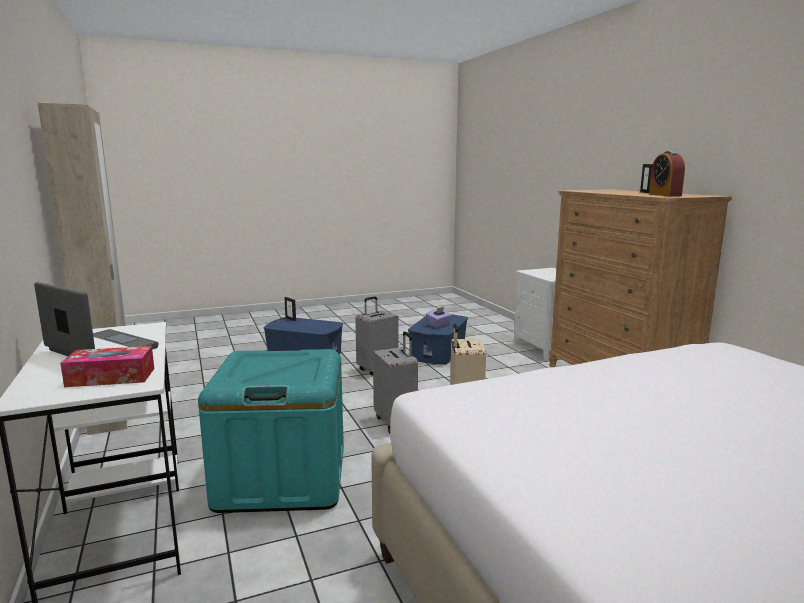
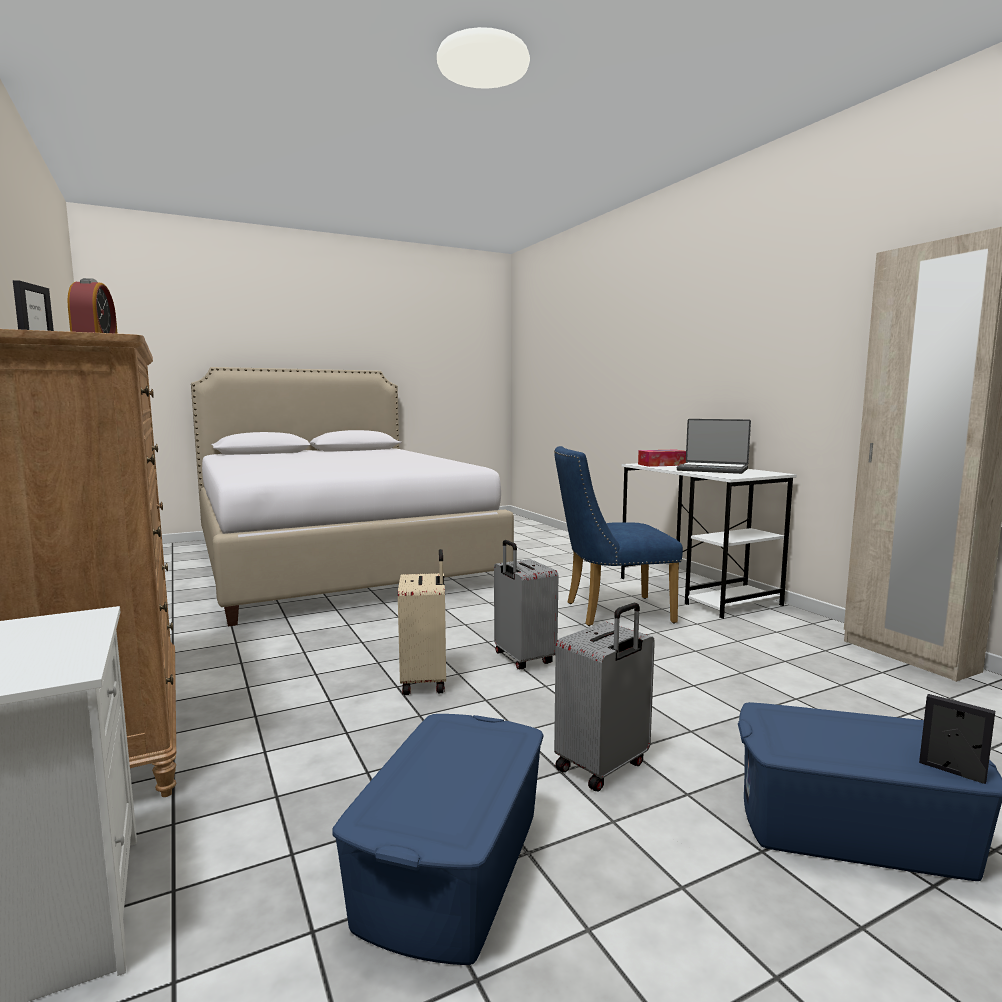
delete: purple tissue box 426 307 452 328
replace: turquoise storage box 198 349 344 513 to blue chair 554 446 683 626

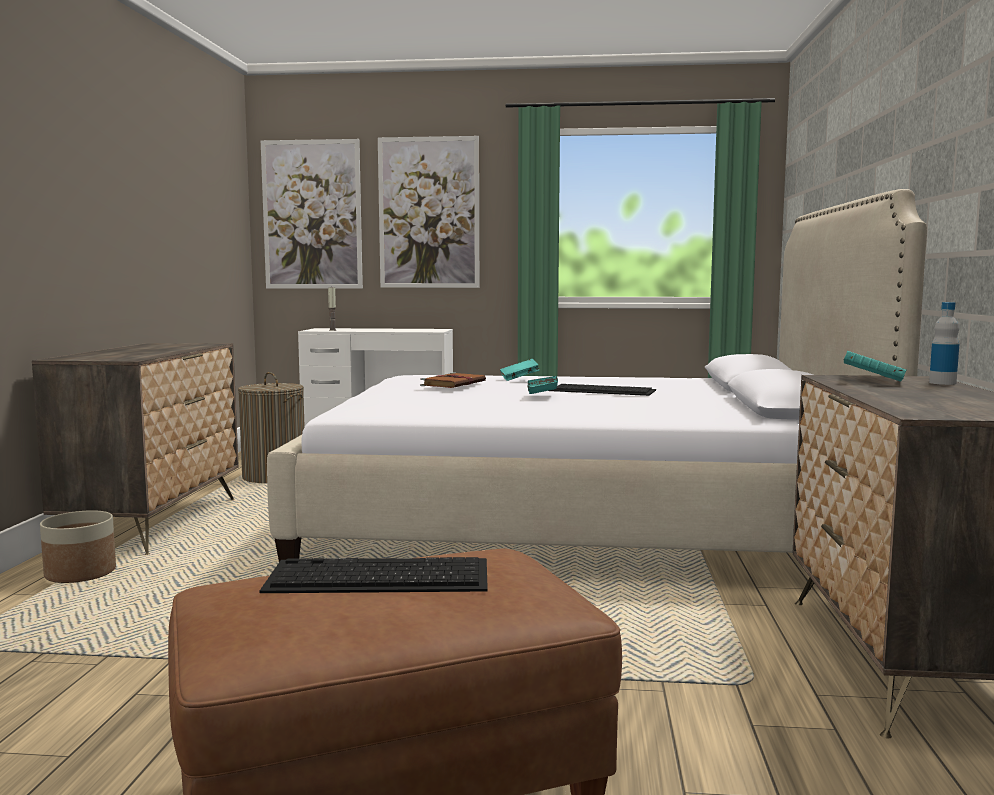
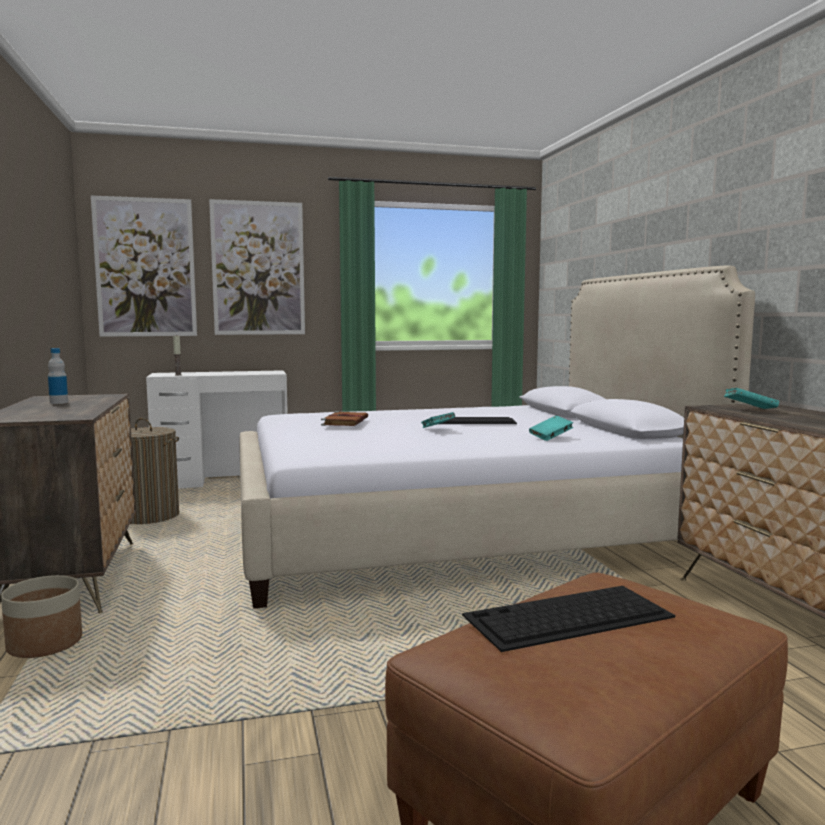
move: turquoise book 500 359 539 381 to 529 416 573 441; bottle 929 302 959 385 to 48 348 68 404

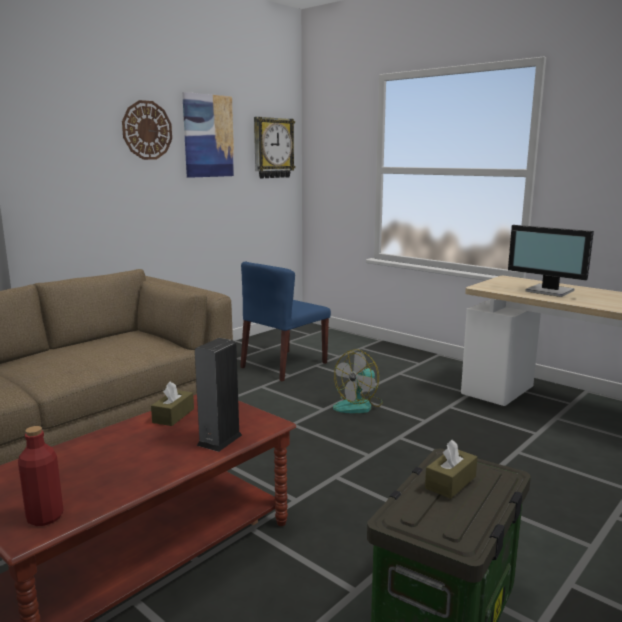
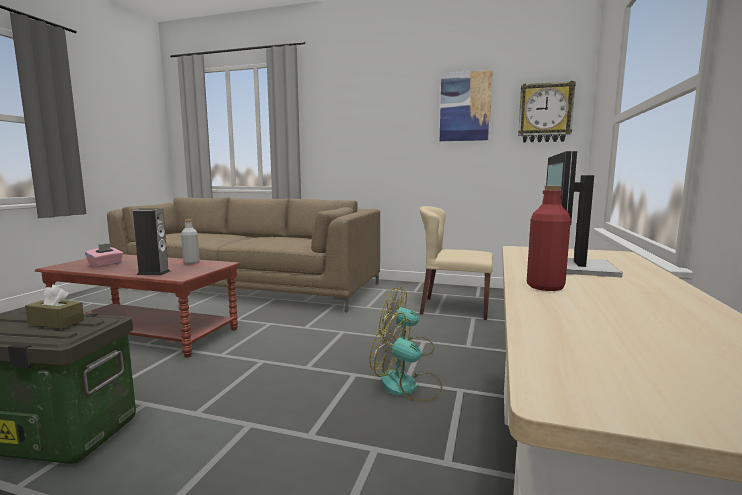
delete: wall clock 122 100 172 160
insert: pink tissue box 85 243 123 267; fan 370 313 442 401
move: red bottle 18 426 63 526 to 527 186 571 291
replace: brown tissue box 151 381 194 426 to grey bottle 181 220 200 264
recolor: blue chair 240 262 331 381 to beige chair 420 206 493 320

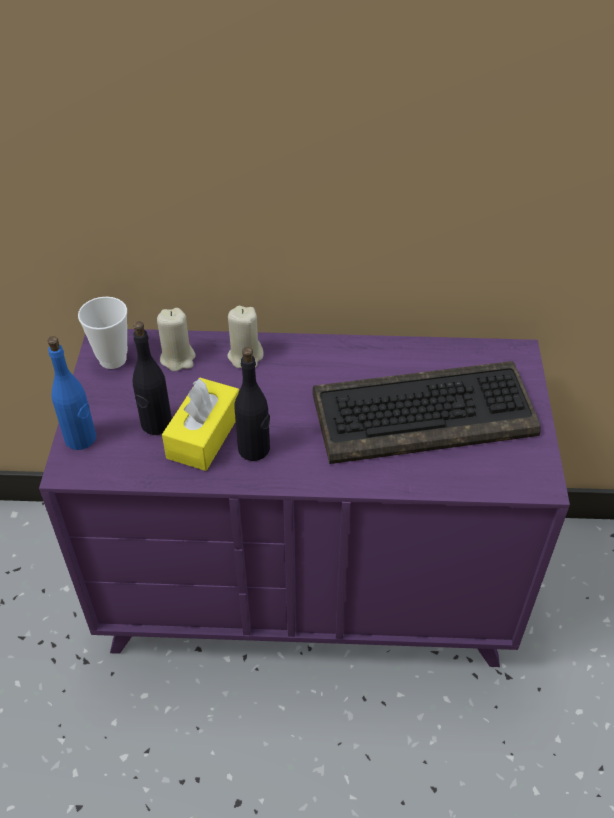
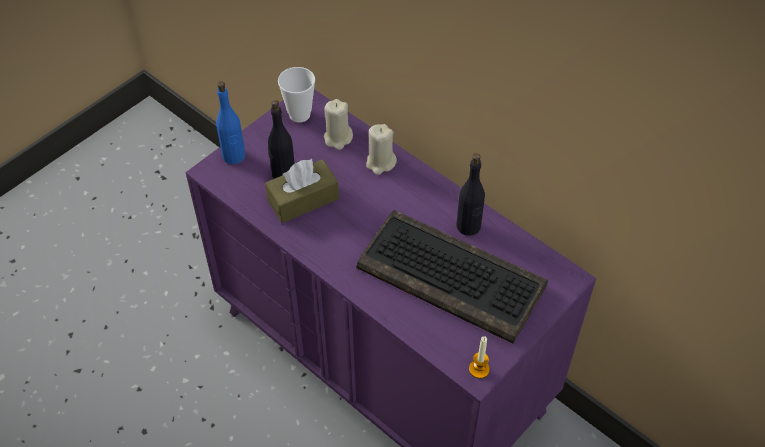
insert: candle 469 336 490 379
move: black bottle 234 347 270 461 to 456 153 485 236
recolor: yellow tissue box 162 378 239 471 to brown tissue box 265 159 339 223

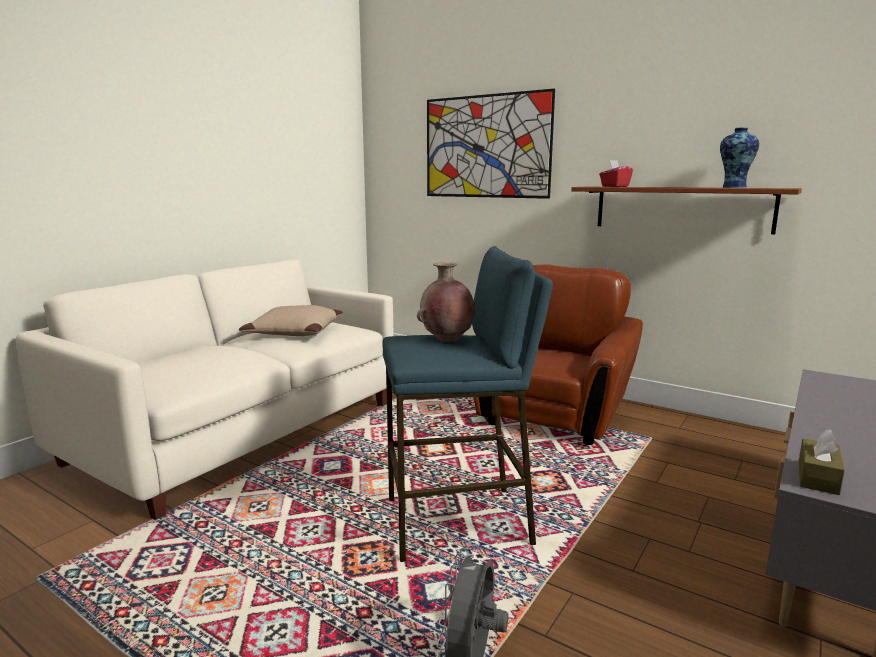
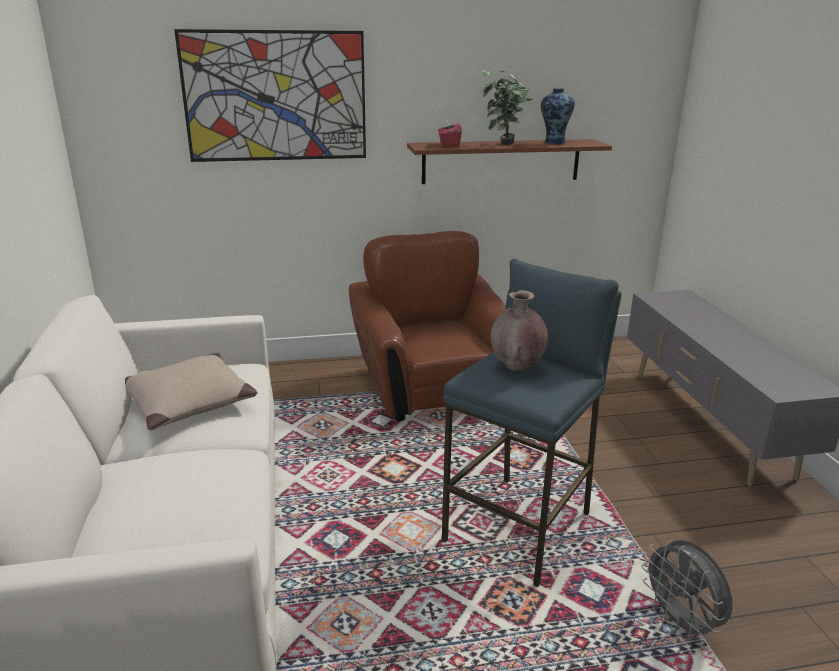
delete: brown tissue box 799 429 845 495
insert: potted plant 481 70 533 145

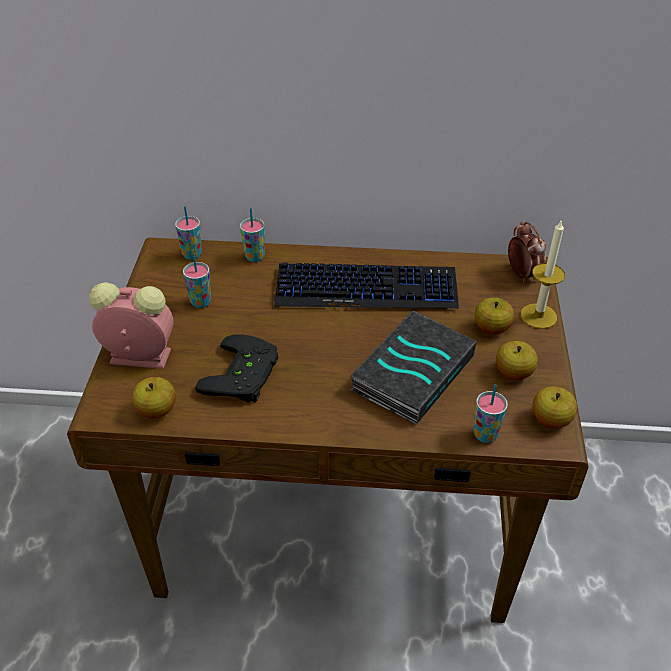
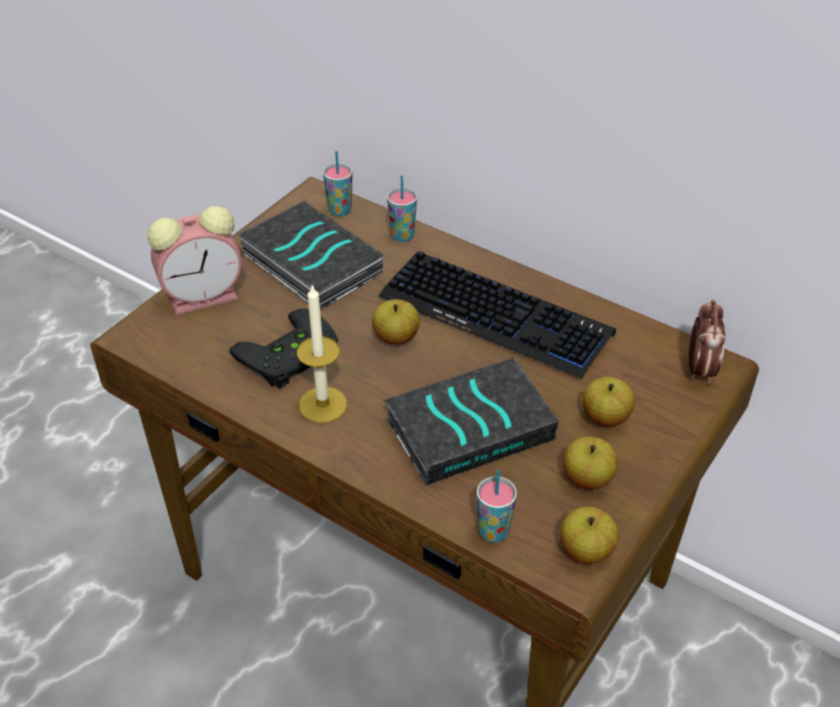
move: apple 132 377 176 418 to 372 299 420 345; candle 521 219 565 329 to 297 285 347 423
replace: cup 183 253 211 308 to book 238 201 383 310
rotate: alarm clock 89 282 174 369 = 148 206 242 315 120 degrees clockwise

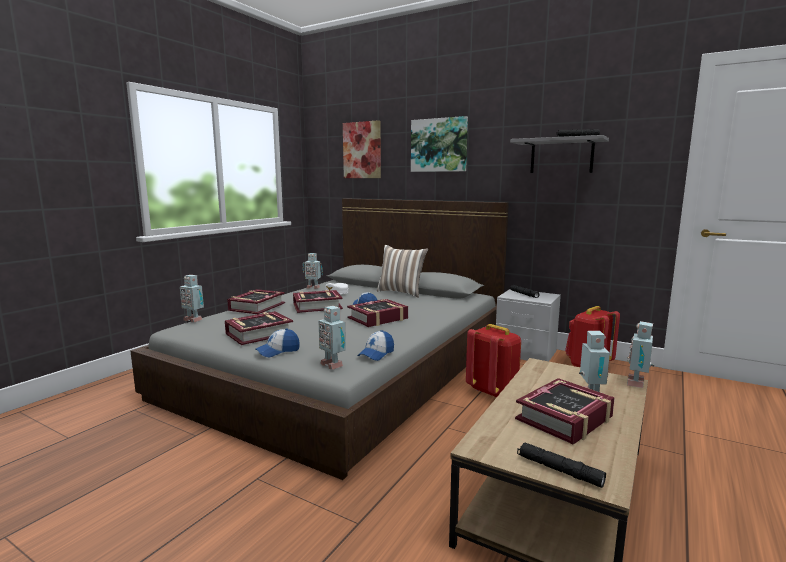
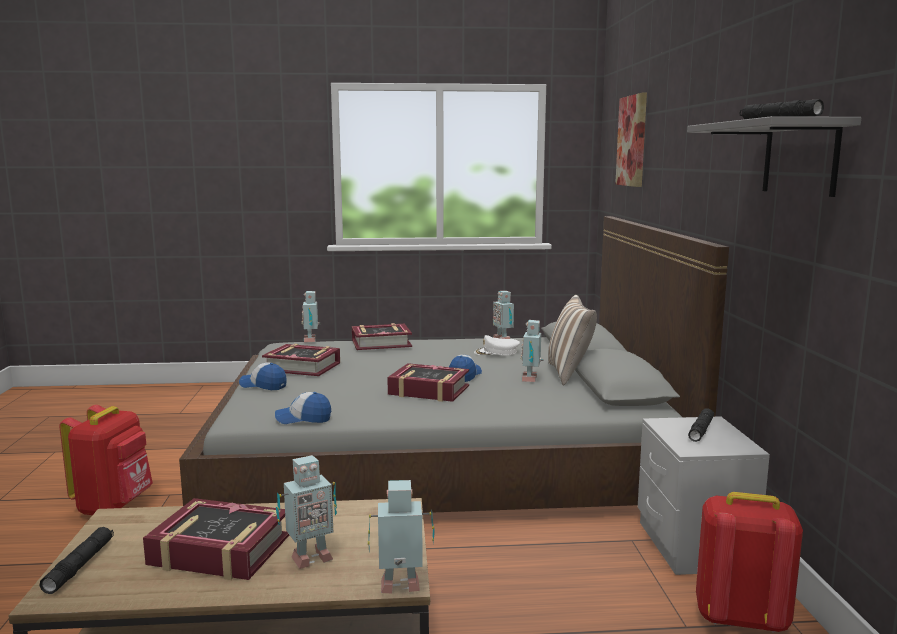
delete: book 293 290 343 313; picture 411 116 468 172
move: toy robot 318 306 346 370 to 520 320 544 382; red backpack 466 324 521 397 to 59 405 153 515

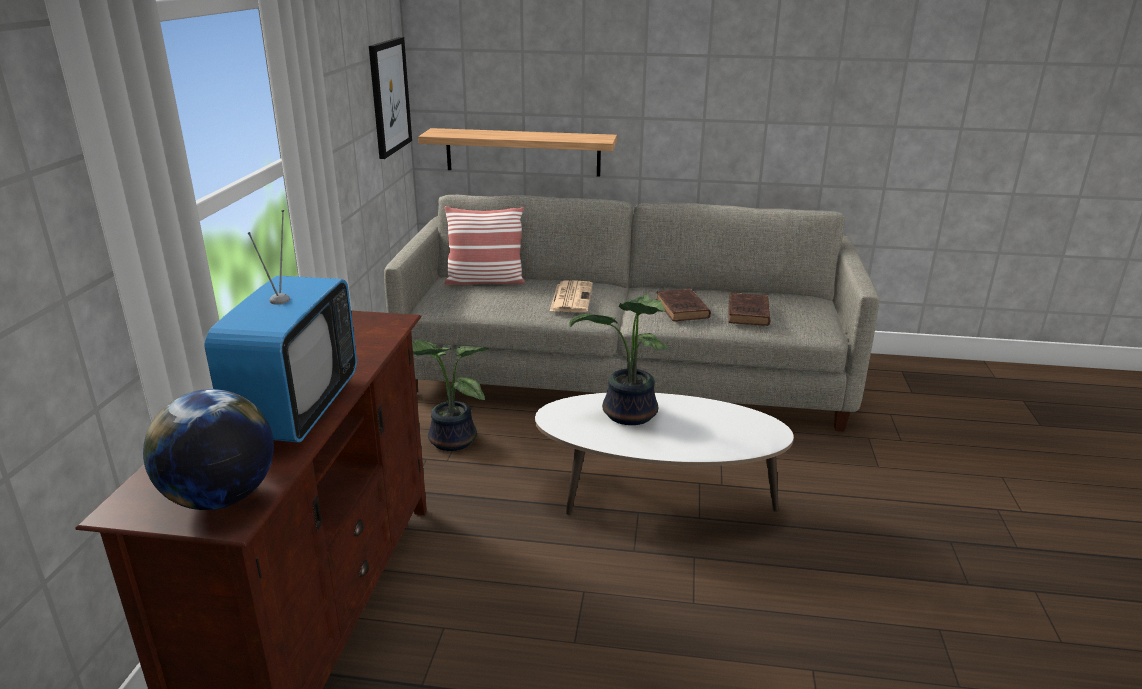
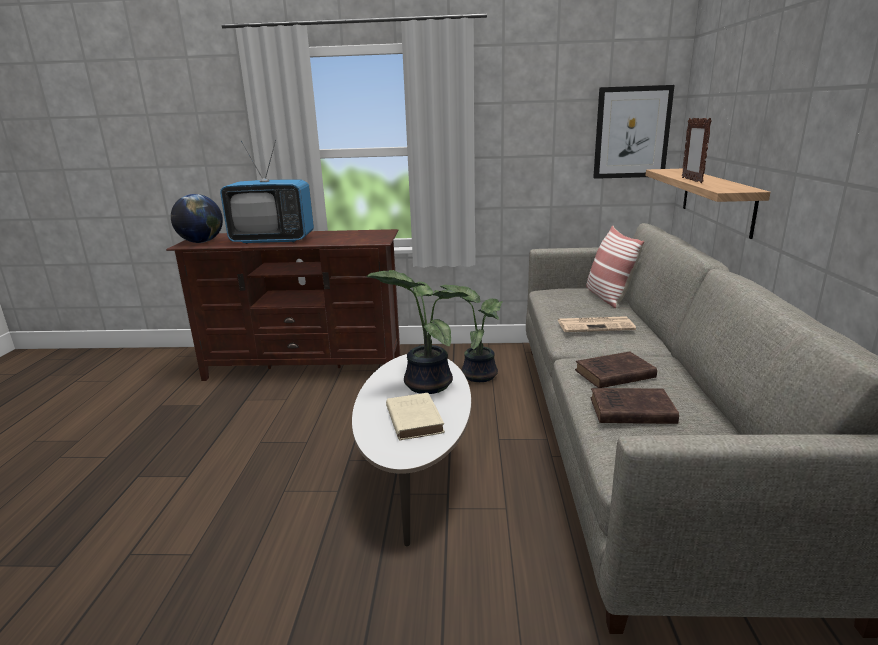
insert: beige book 386 393 445 440; picture frame 682 118 712 183

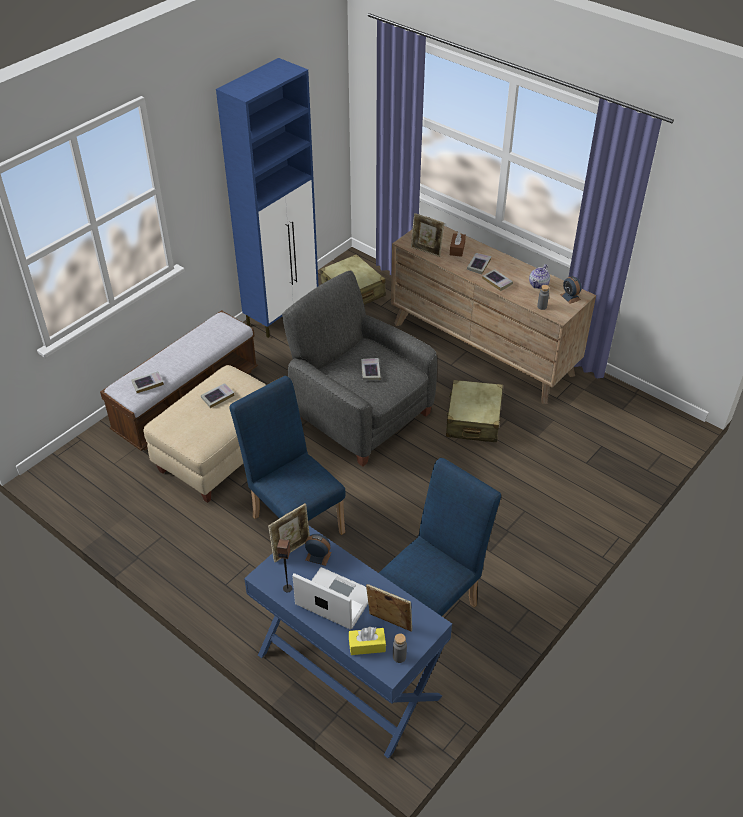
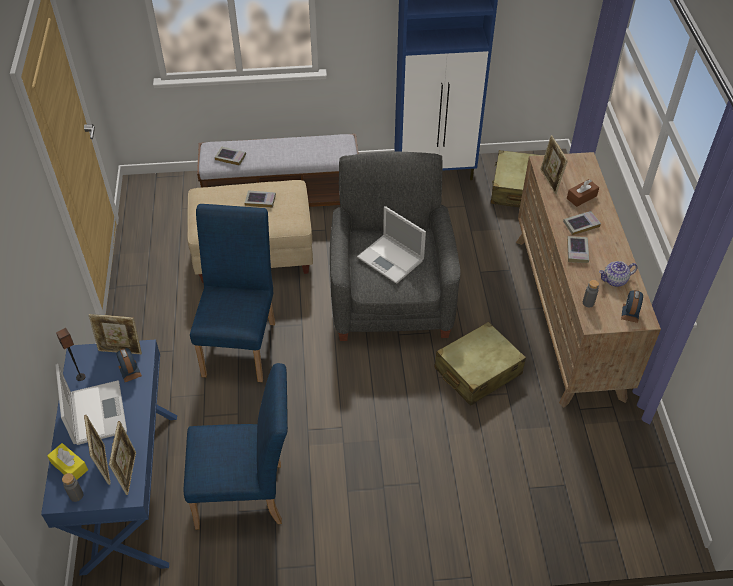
insert: picture frame 109 421 136 495
replace: book 361 358 381 380 to laptop 357 206 426 284

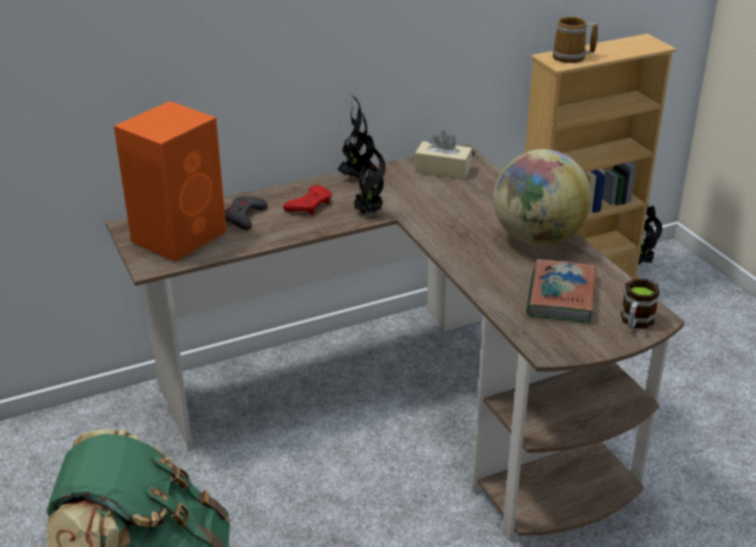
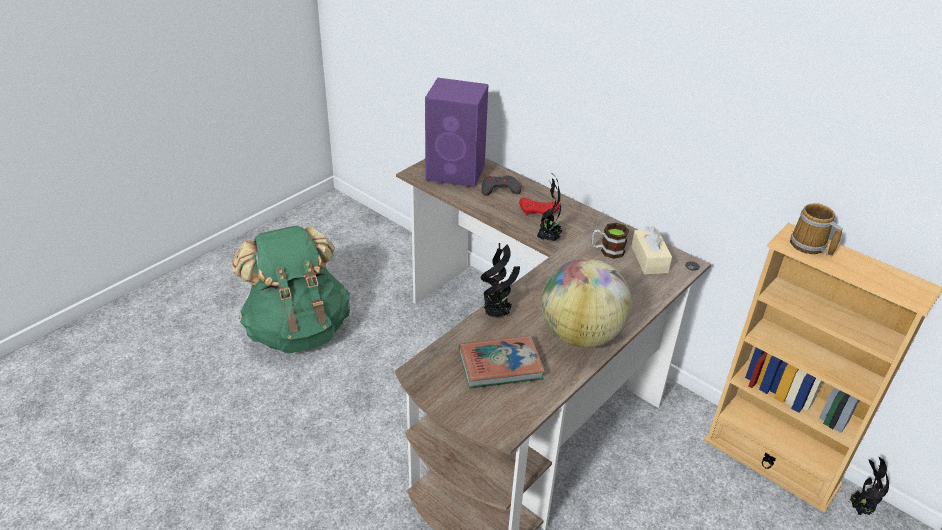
move: potted plant 337 96 367 178 to 481 243 520 317; mug 621 279 660 329 to 592 223 629 259
recolor: orange speaker 114 101 227 262 to purple speaker 425 78 489 188

